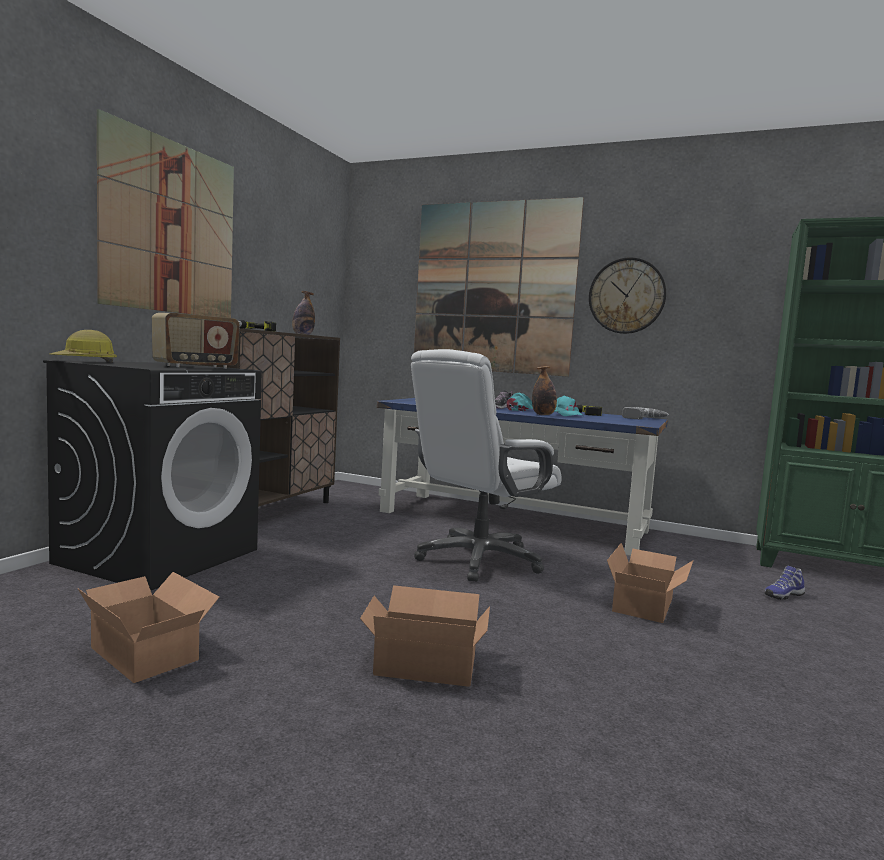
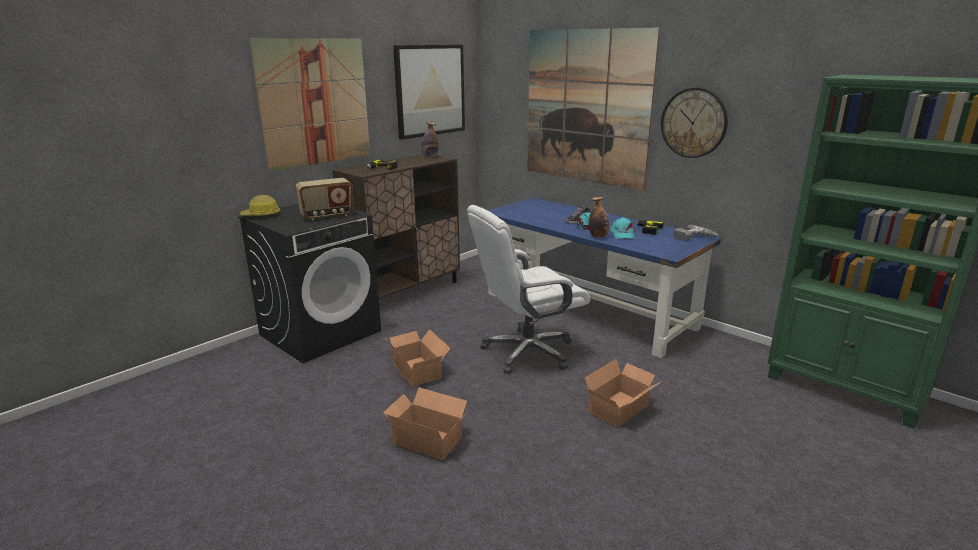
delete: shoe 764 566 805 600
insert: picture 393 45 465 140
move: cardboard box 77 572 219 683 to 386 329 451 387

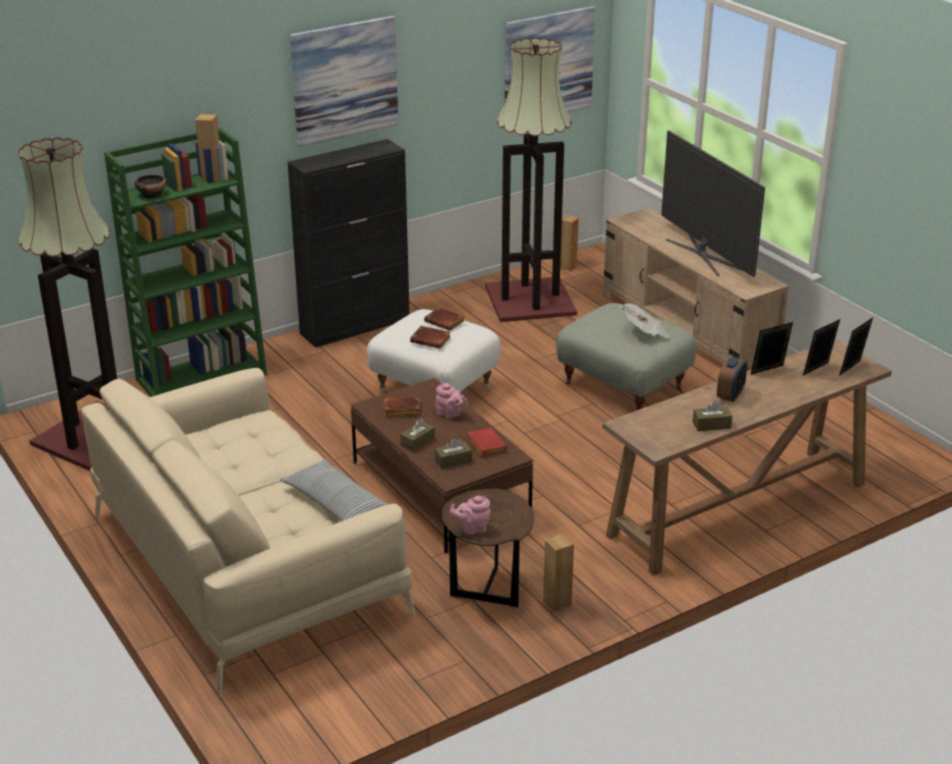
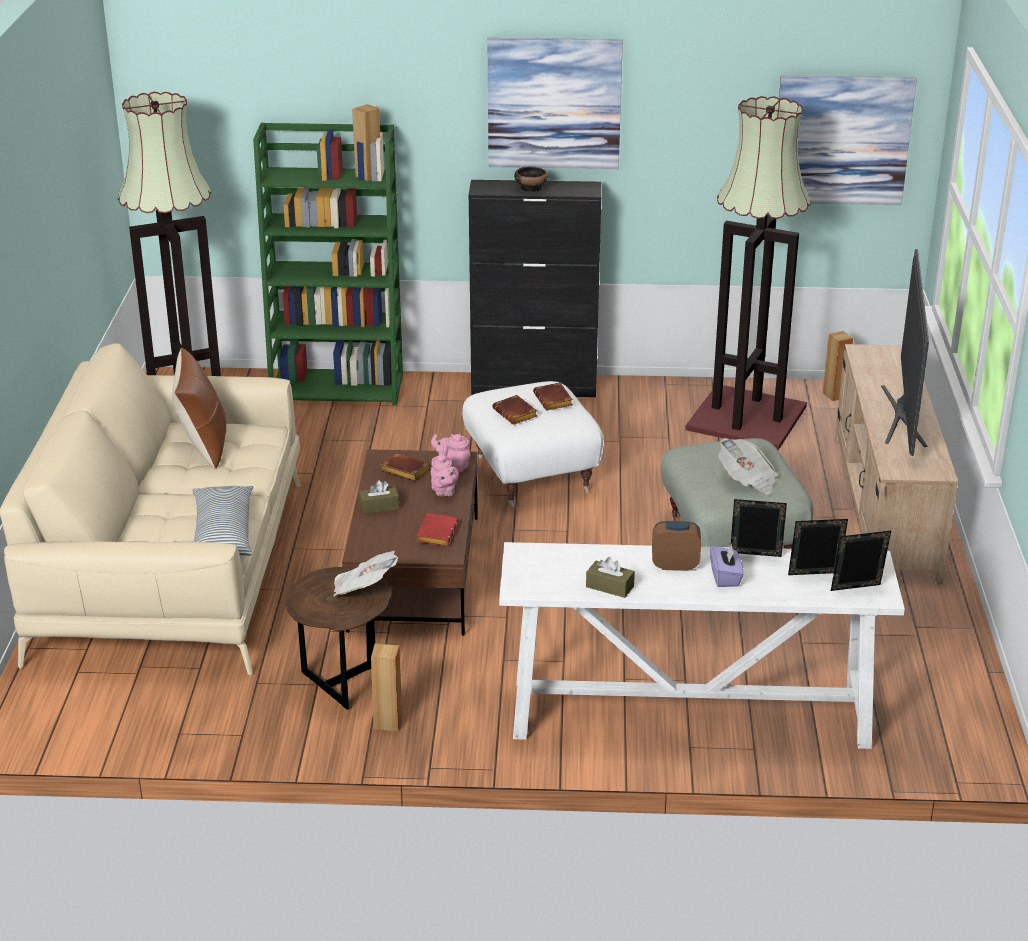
delete: brown tissue box 435 438 472 469
insert: brown pillow 172 348 226 469; newspaper 333 551 398 596; purple tissue box 710 544 744 587
move: bowl 135 174 167 199 to 514 166 548 192; pink teapot 450 496 491 535 to 431 434 470 473
recolor: brown console table 603 339 892 576 to white console table 499 542 905 749
rotate: alarm clock 717 357 747 402 = 652 521 701 571 150 degrees counterclockwise

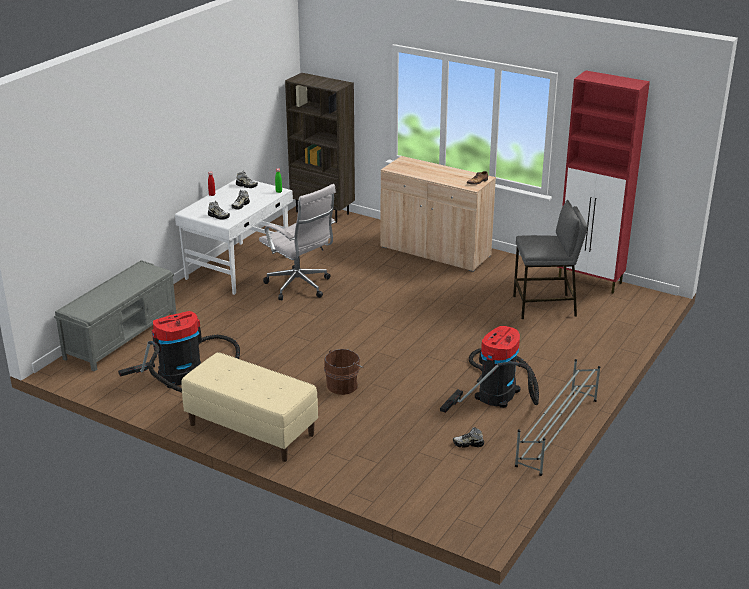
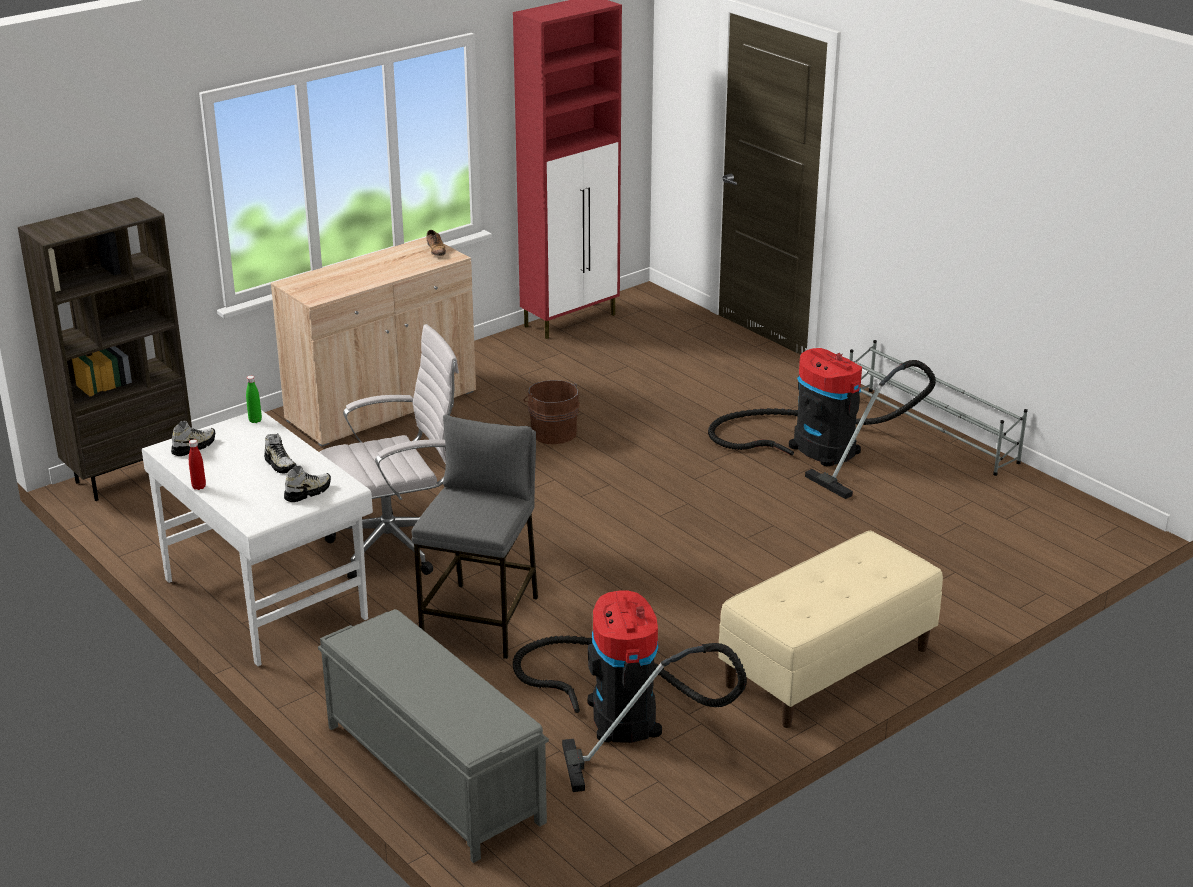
delete: shoe 453 427 484 448
move: brown bucket 324 349 364 395 to 524 380 580 444; grey stool 513 200 588 319 to 412 415 538 659

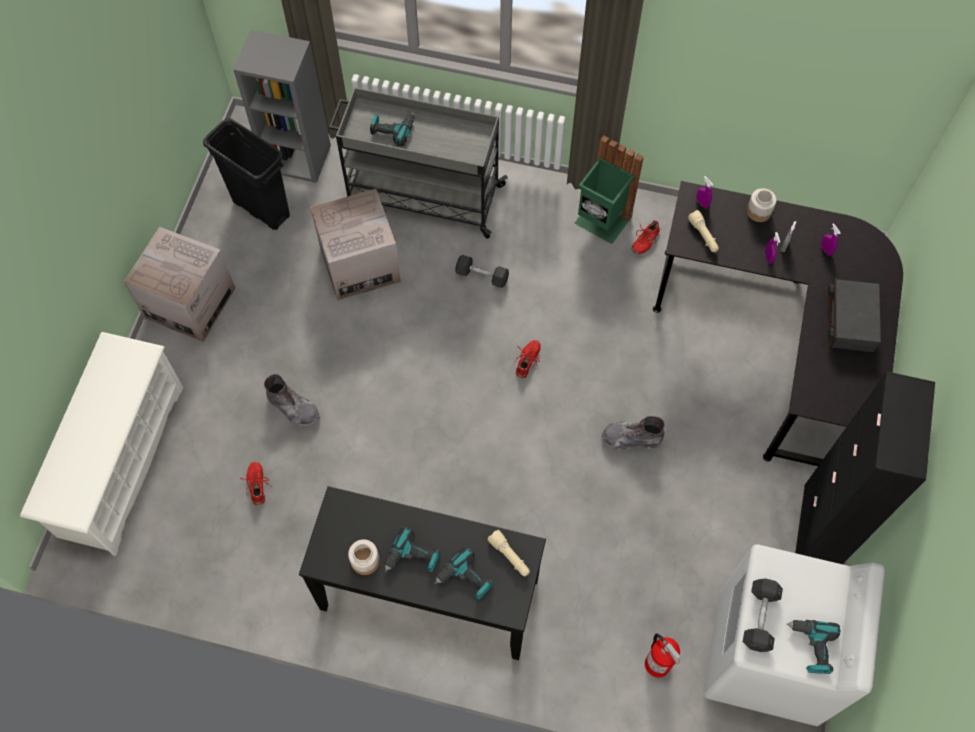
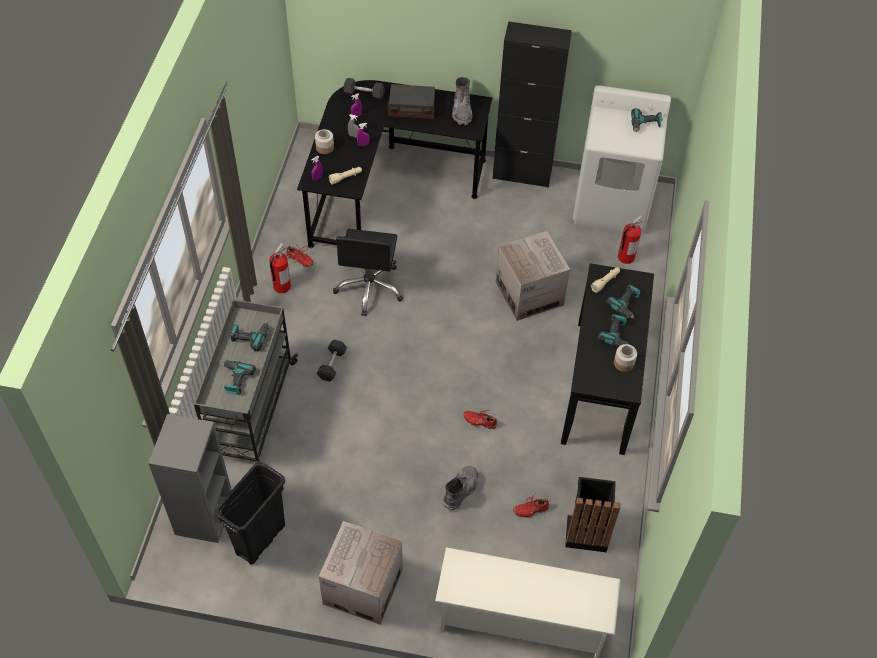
insert: power drill 231 322 269 351; black office chair 333 229 403 316; black trash can 565 477 620 552
move: cardboard box 310 189 401 301 to 496 231 570 321; red shoe 514 340 541 378 to 463 410 497 429; grey boot 601 416 665 451 to 452 77 472 125; grey dumbbell 743 578 783 652 to 344 78 385 100
replace: green trash can 574 135 644 244 to fire extinguisher 269 243 291 293

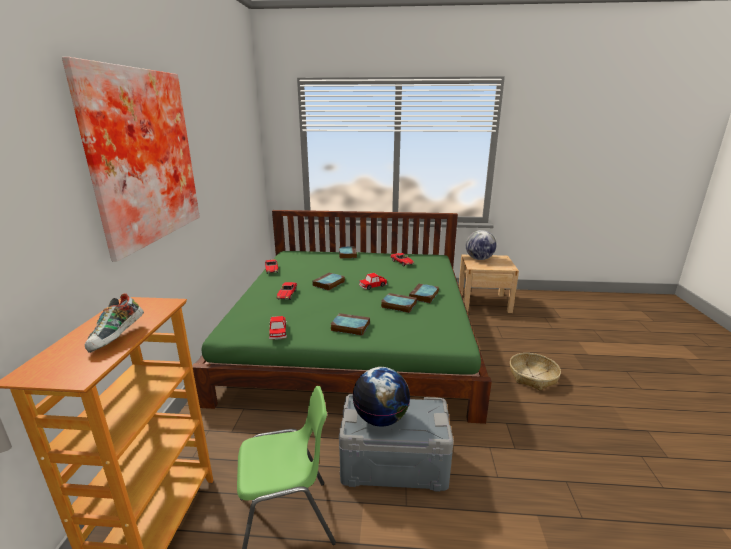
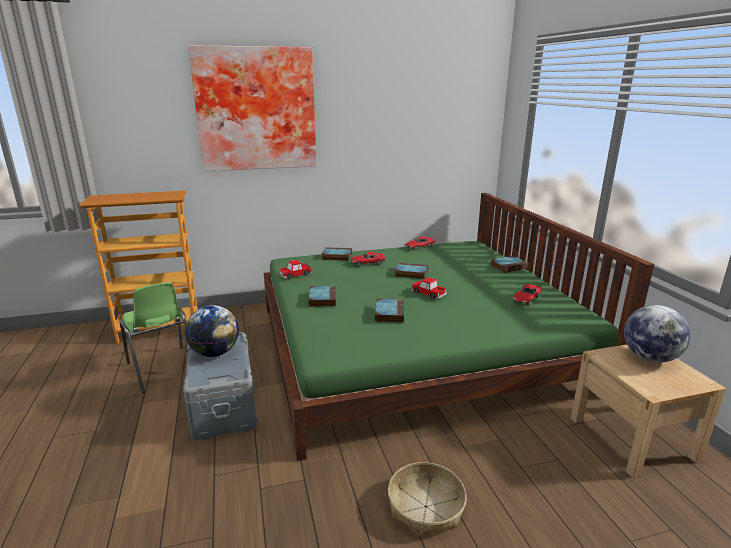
delete: shoe 85 293 144 353
move: book 409 284 439 303 to 322 247 352 261

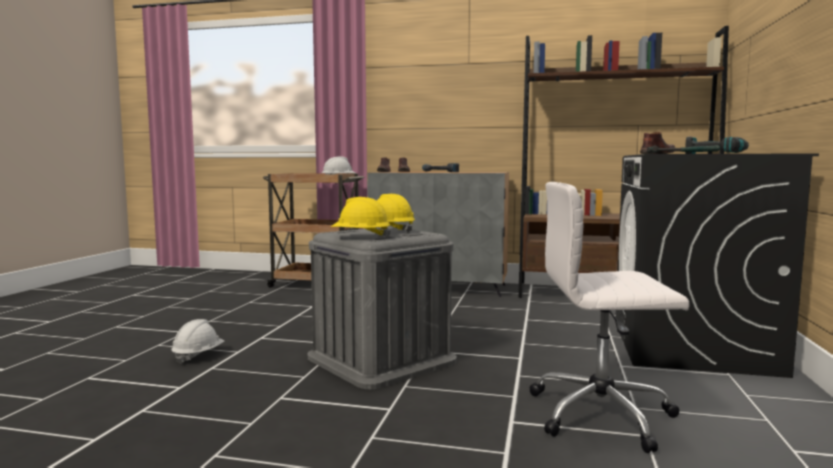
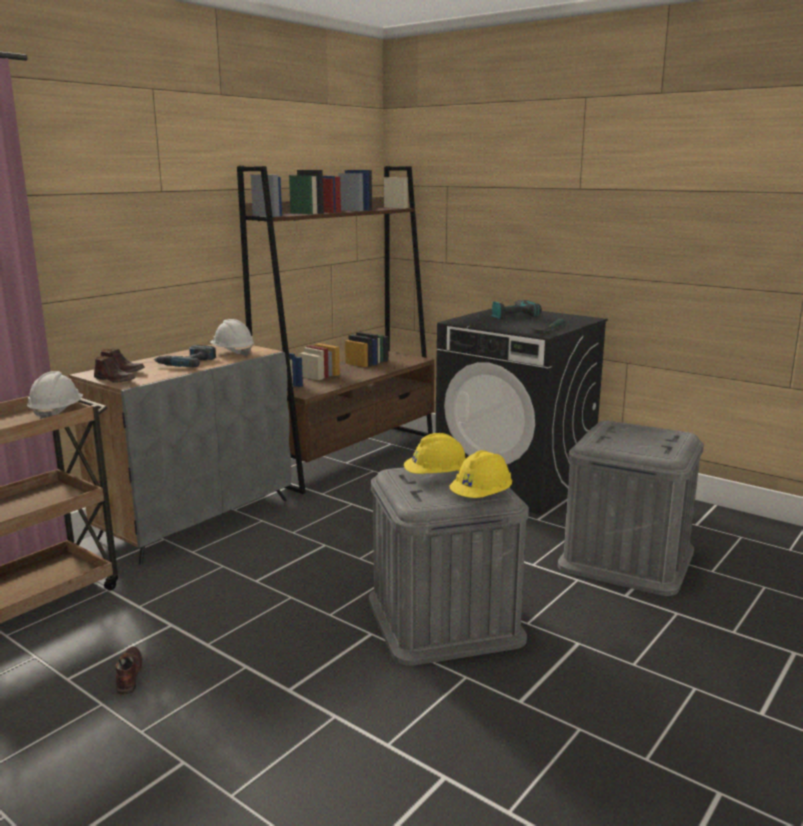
move: white hard hat 172 319 224 364 to 210 319 254 357; brown shoe 640 132 675 154 to 116 647 143 695
replace: white office chair 529 182 689 453 to grey storage box 558 421 704 596

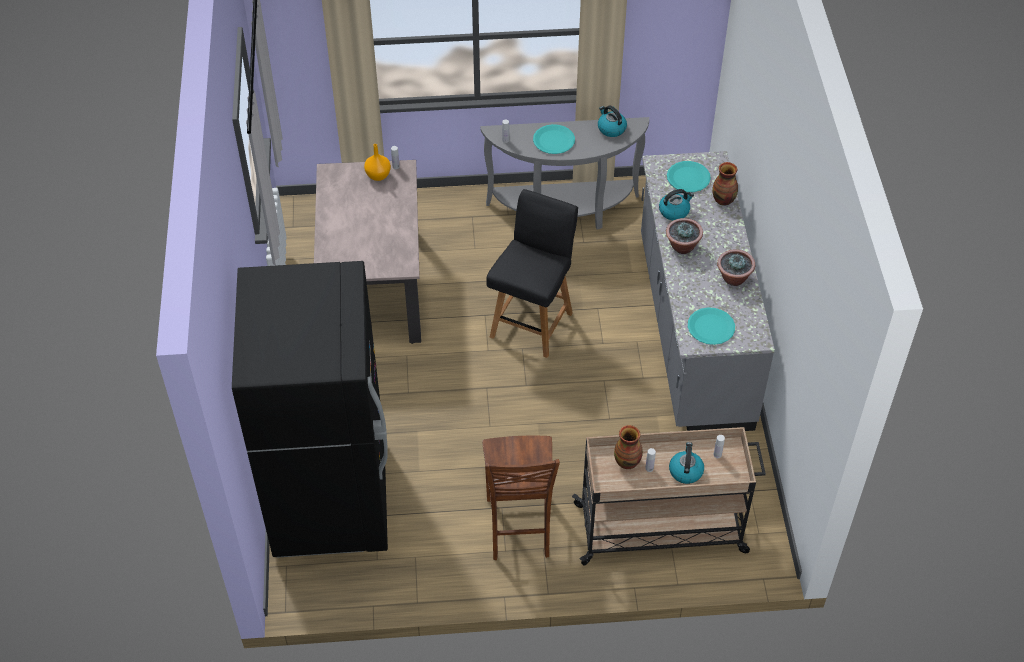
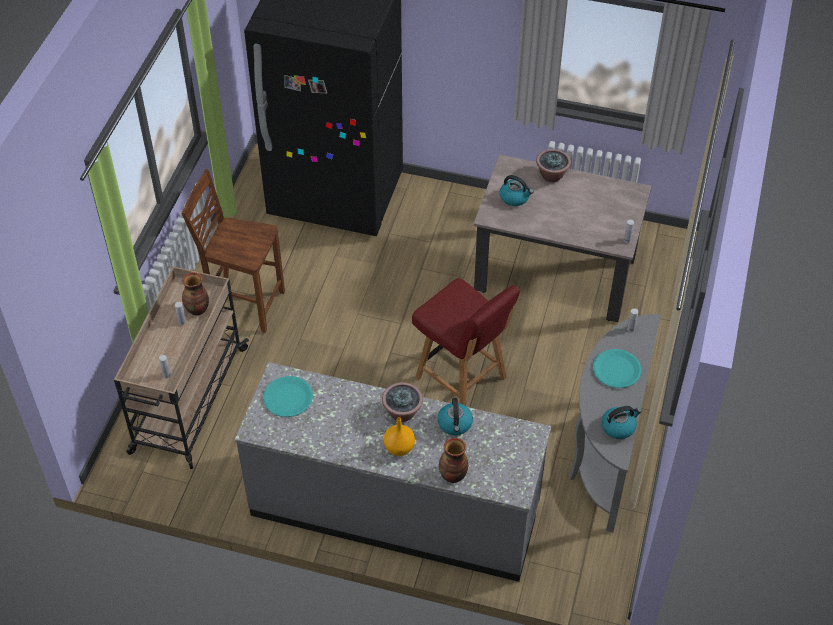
delete: turquoise plate 667 161 711 192
move: orange vase 364 144 391 181 to 383 417 415 456; kettle 669 442 704 484 to 500 175 534 206; potted plant 717 249 755 286 to 536 149 571 182
recolor: black chair 486 189 578 358 to red chair 412 278 520 406

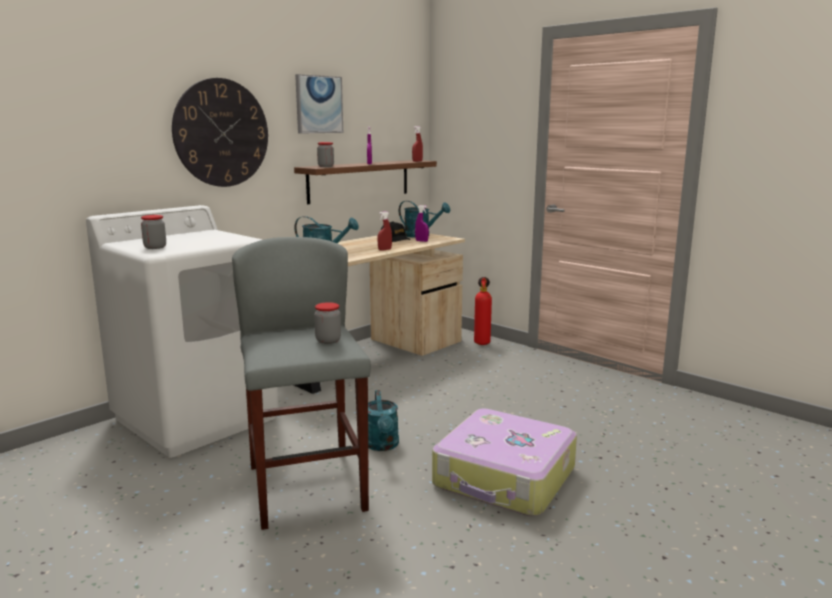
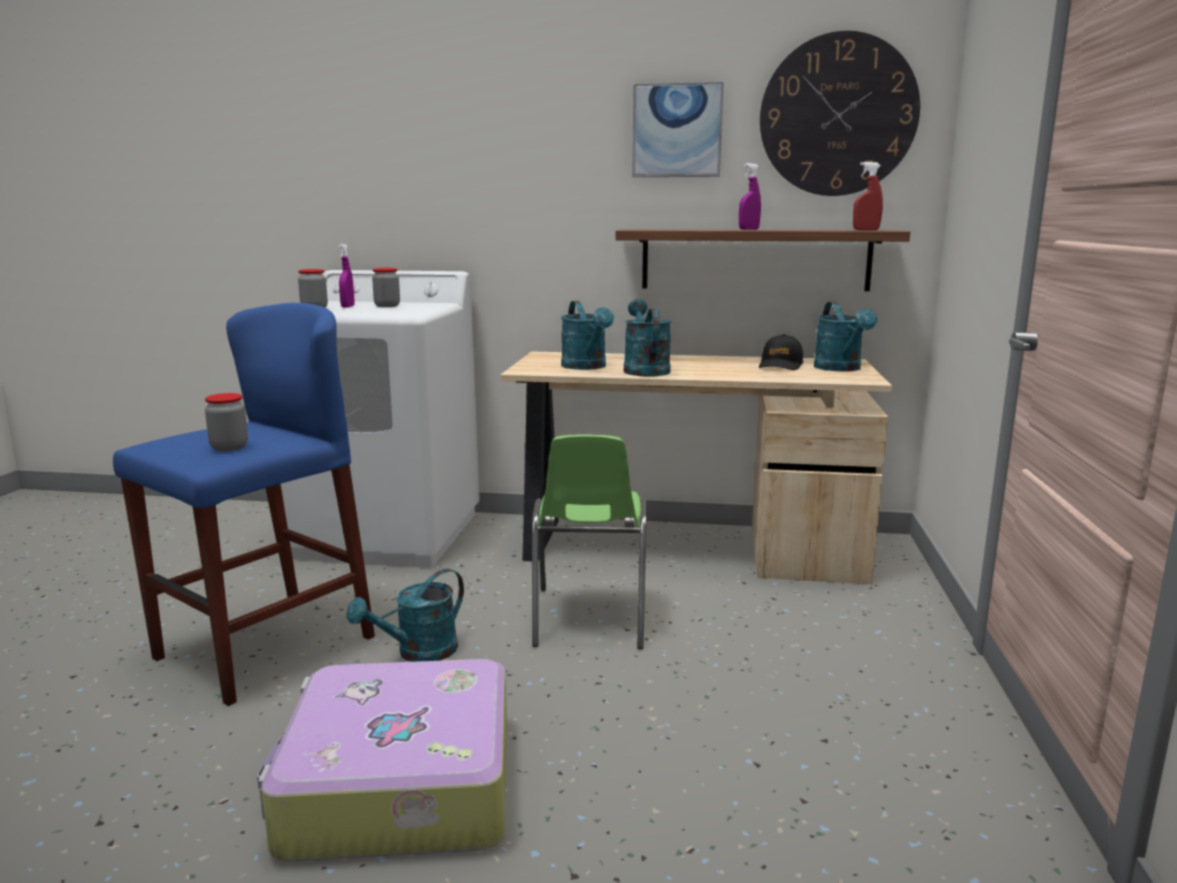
delete: red spray bottle 377 211 392 251; fire extinguisher 474 277 492 345
insert: green chair 532 434 647 649; turquoise watering can 624 299 672 377
move: wall clock 172 78 268 187 to 760 30 920 196; jar 317 142 334 167 to 372 268 400 307; purple spray bottle 415 205 429 242 to 339 244 354 308
recolor: grey stool 232 237 371 530 to blue stool 113 303 375 706

